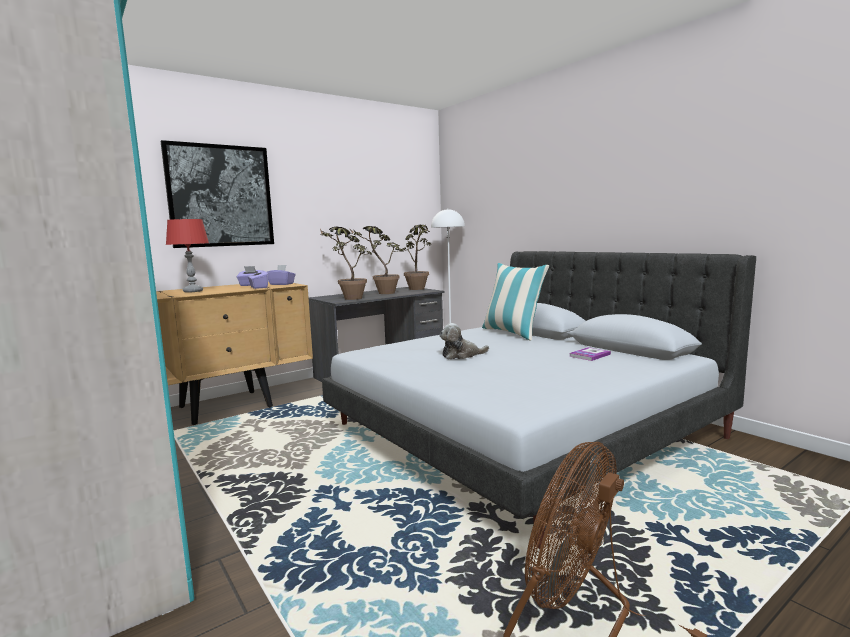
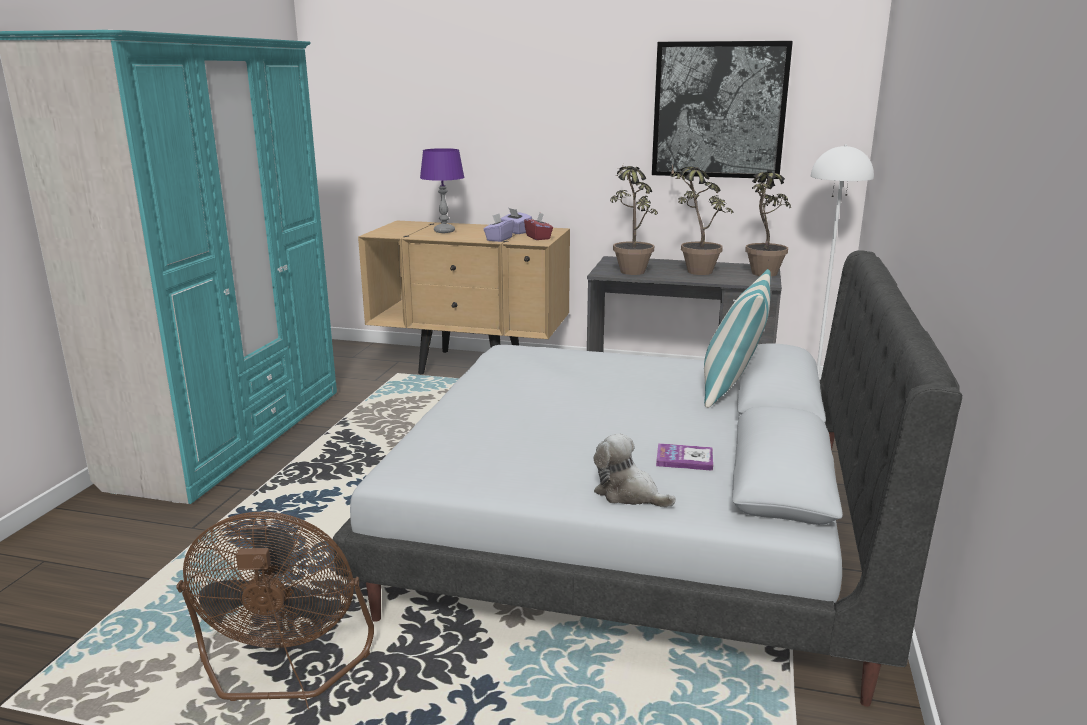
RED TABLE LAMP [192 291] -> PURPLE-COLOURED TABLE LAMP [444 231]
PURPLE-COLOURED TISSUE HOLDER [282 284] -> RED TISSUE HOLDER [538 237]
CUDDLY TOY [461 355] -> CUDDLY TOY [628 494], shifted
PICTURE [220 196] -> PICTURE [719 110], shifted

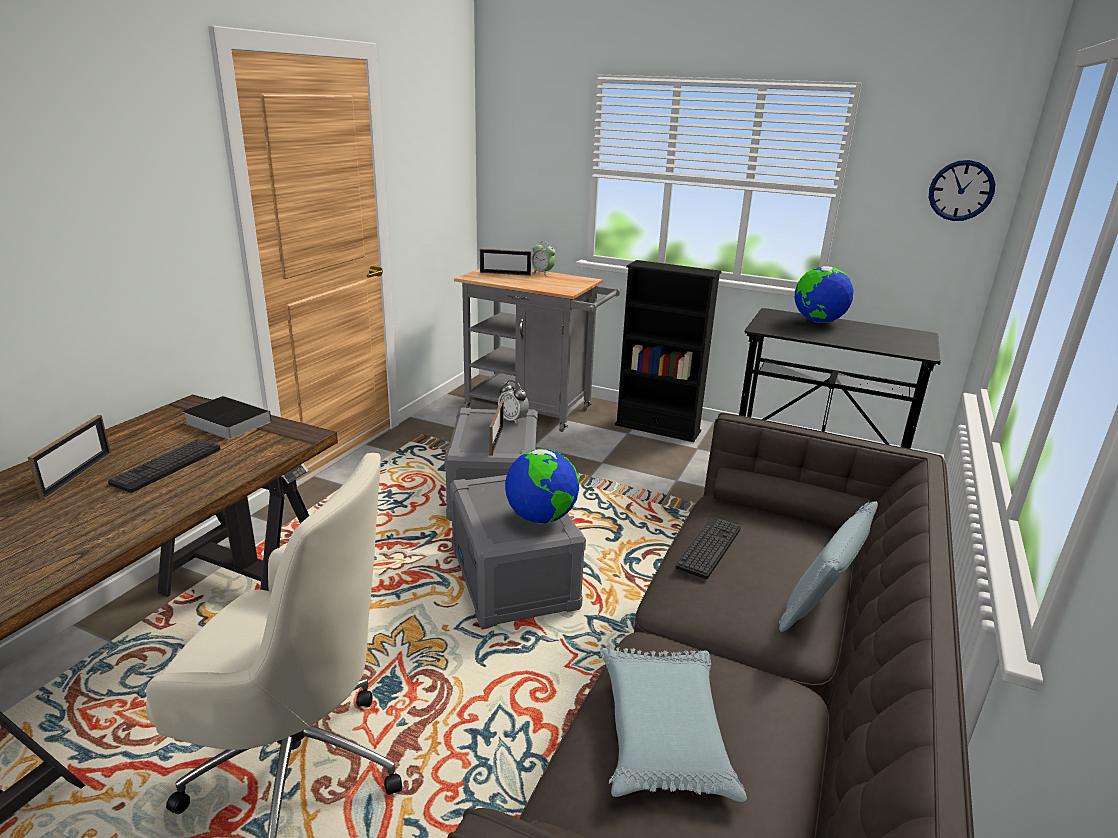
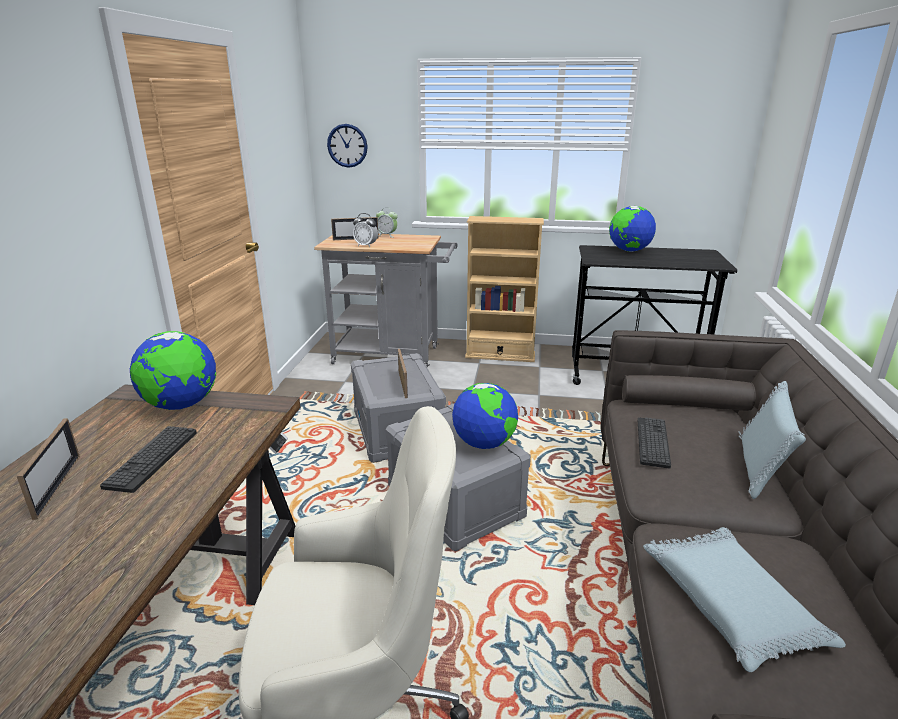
BOUND BOOK [225 422] -> WORLD GLOBE [181 405]
WALL CLOCK [961 190] -> WALL CLOCK [347 145], shifted
BEDSIDE CLOCK [513 420] -> BEDSIDE CLOCK [366 246], shifted
BLACKISH BOOKSHELF [657 428] -> BEIGE-COLOURED BOOKSHELF [500 355]

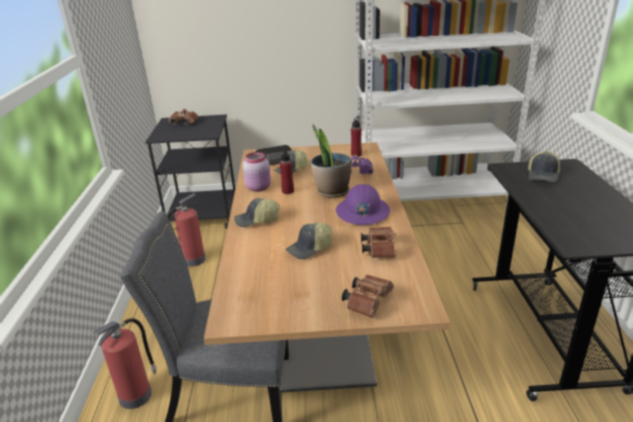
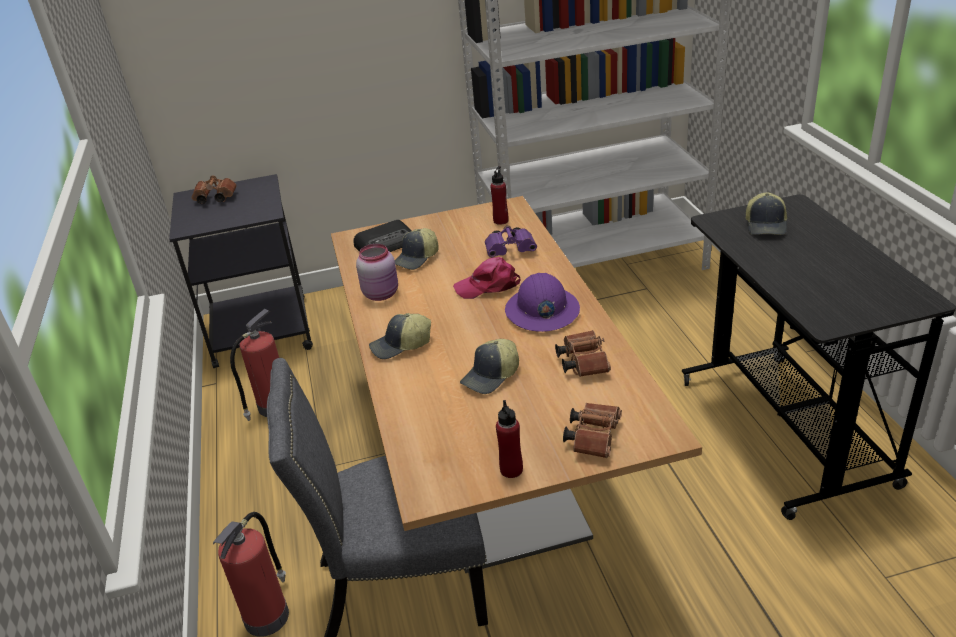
PLANT IN A POT [332 192] -> PINKISH BASEBALL CAP [488 286]
RED BEVERAGE BOTTLE [288 191] -> RED BEVERAGE BOTTLE [511 470], shifted

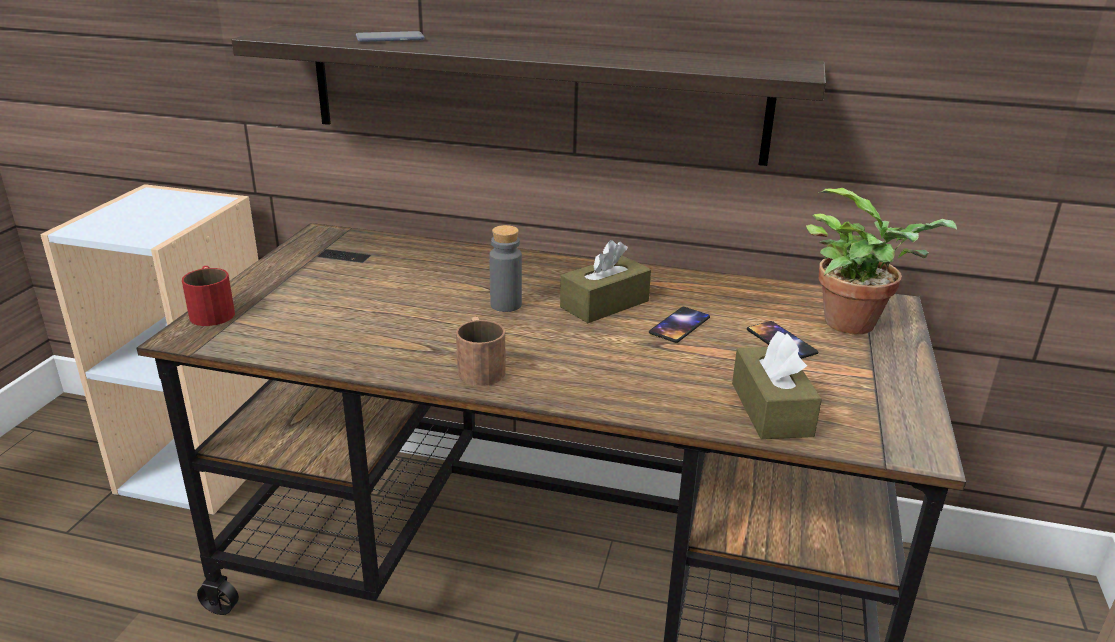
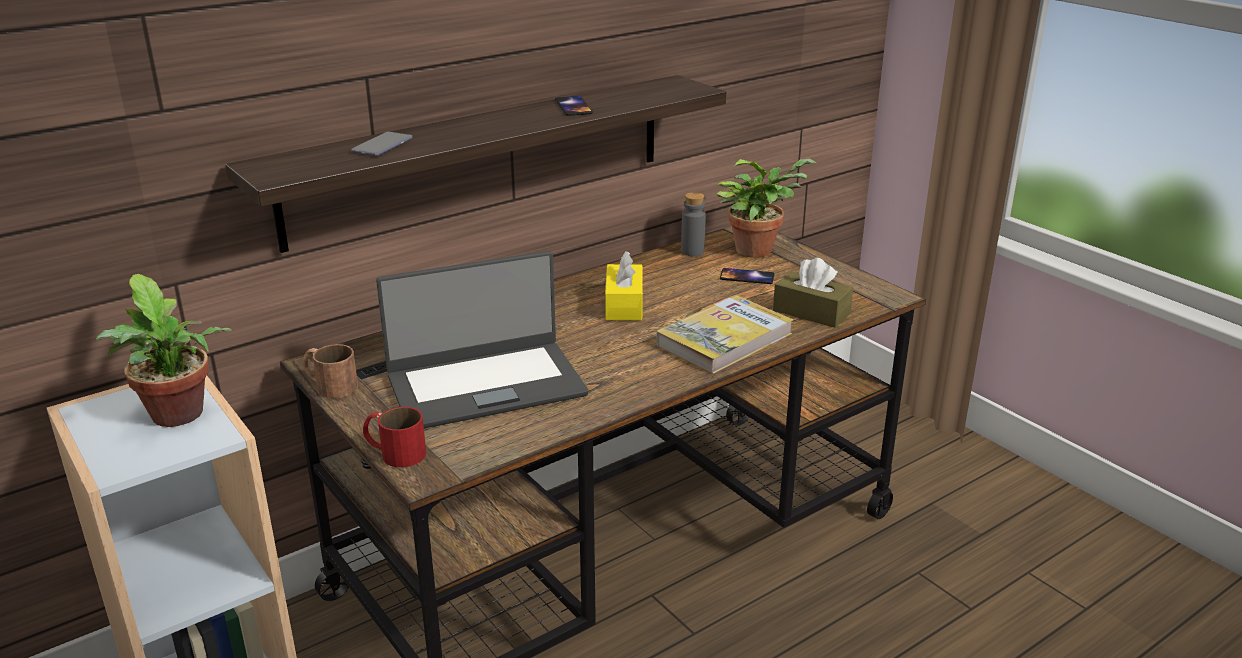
none -> PLANT IN A POT [179 417]
BROWN MUG [479 366] -> BROWN MUG [329 385], shifted
none -> PORTABLE COMPUTER [485 384]
PHONE [680 325] -> PHONE [573 106], shifted
BROWN TISSUE HOLDER [604 304] -> YELLOW-COLOURED TISSUE HOLDER [624 305]
none -> BOUND BOOK [724 339]
GRAY BEVERAGE BOTTLE [506 305] -> GRAY BEVERAGE BOTTLE [692 251], shifted

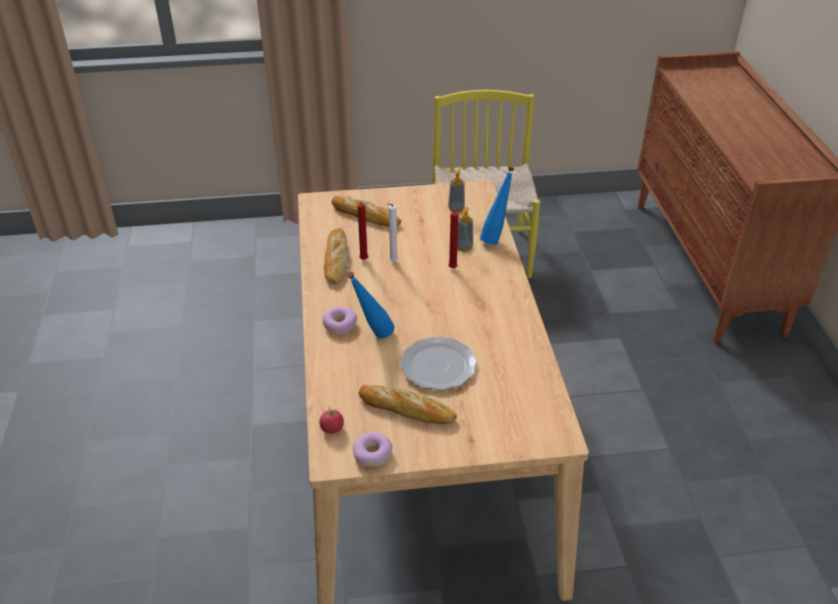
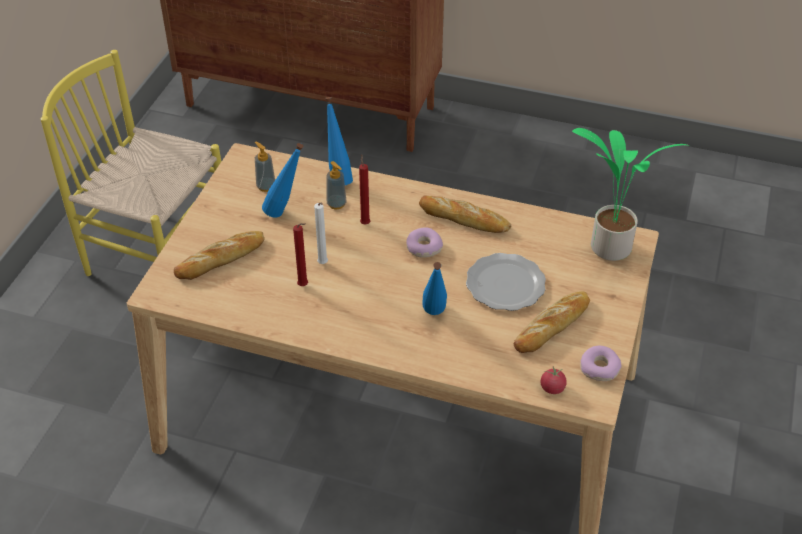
none -> BLUE-COLOURED BEVERAGE BOTTLE [285 212]
DOUGHNUT [339 325] -> DOUGHNUT [423 247], shifted
BAKED BREAD [336 260] -> BAKED BREAD [464 219], shifted
none -> PLANT IN A POT [608 249]

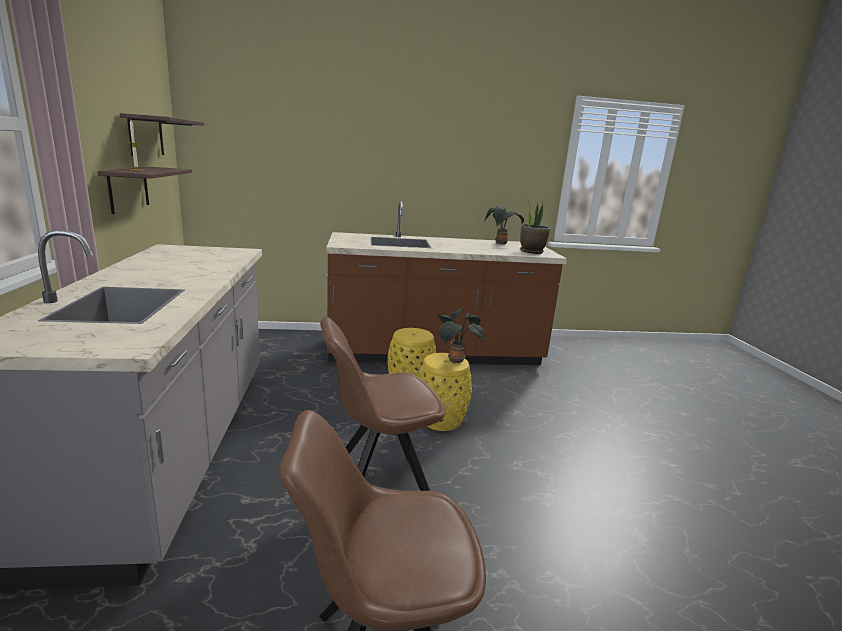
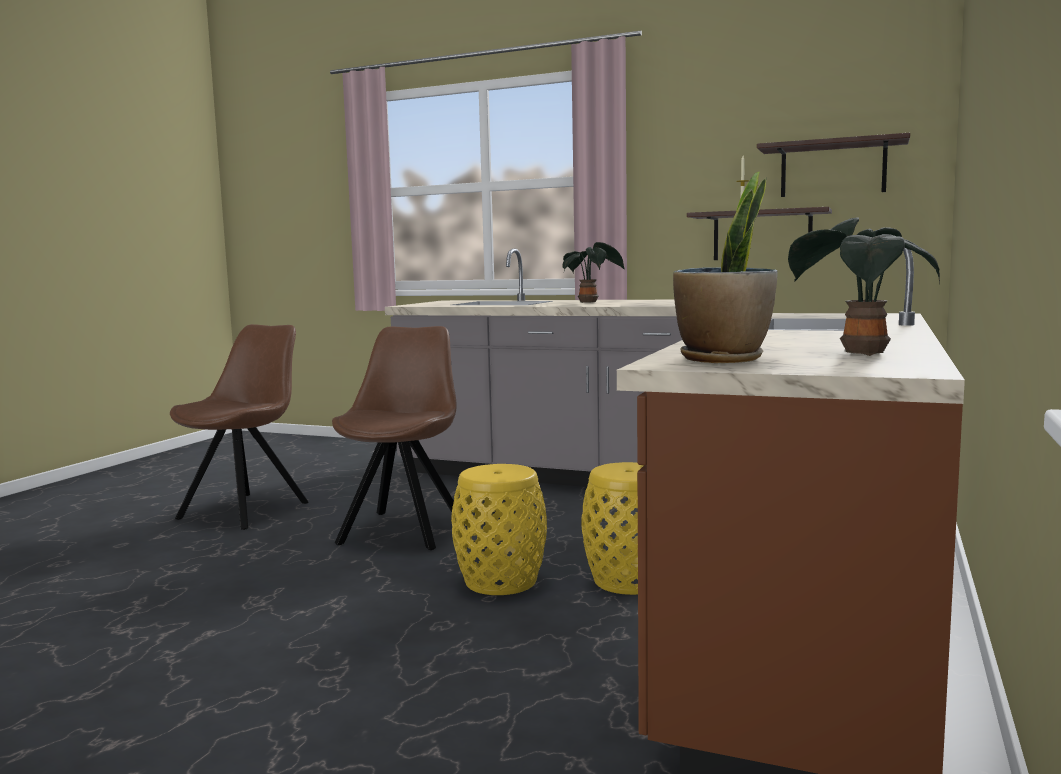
PLANT IN A POT [454 360] -> PLANT IN A POT [590 302], shifted

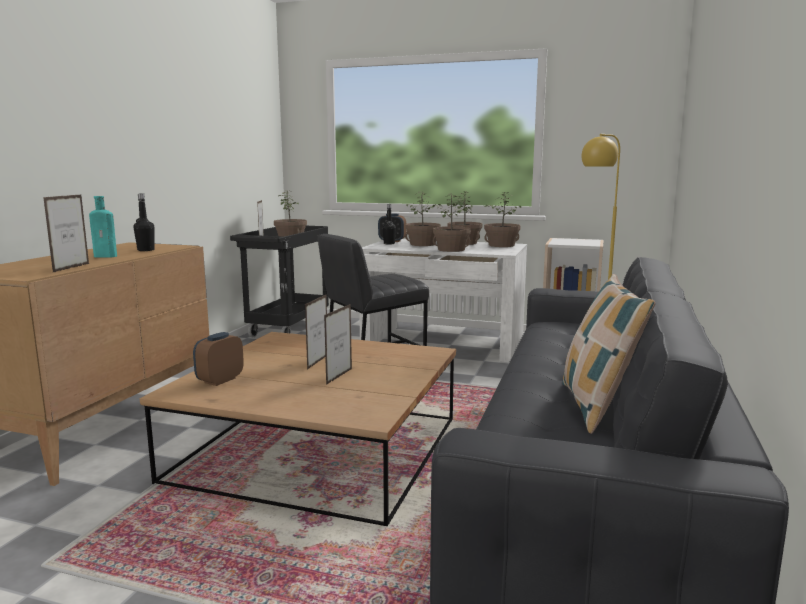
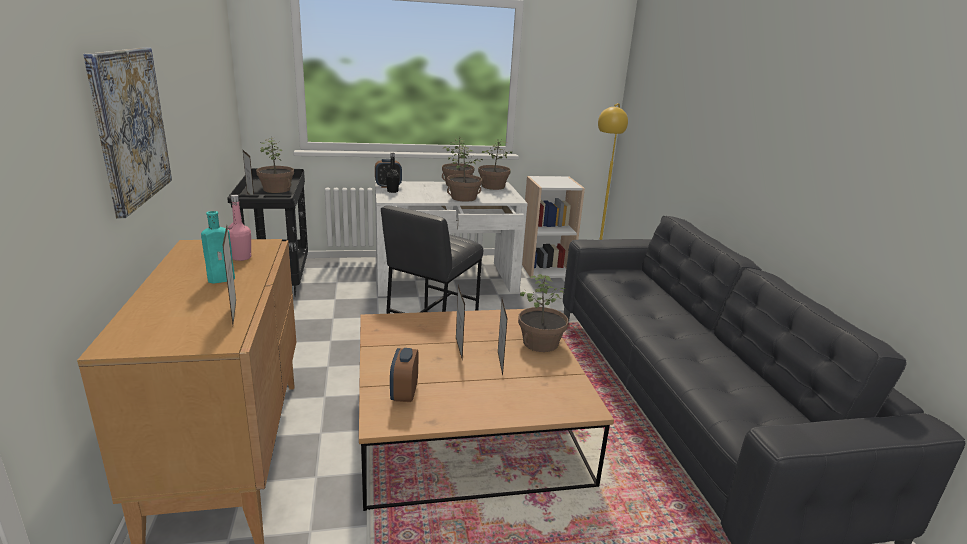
none -> PICTURE [130 127]
BLACKISH BEVERAGE BOTTLE [146 250] -> PINKISH BEVERAGE BOTTLE [241 257]
PLANT IN A POT [422 244] -> PLANT IN A POT [541 343], shifted
PILLOW [597 407] -> none

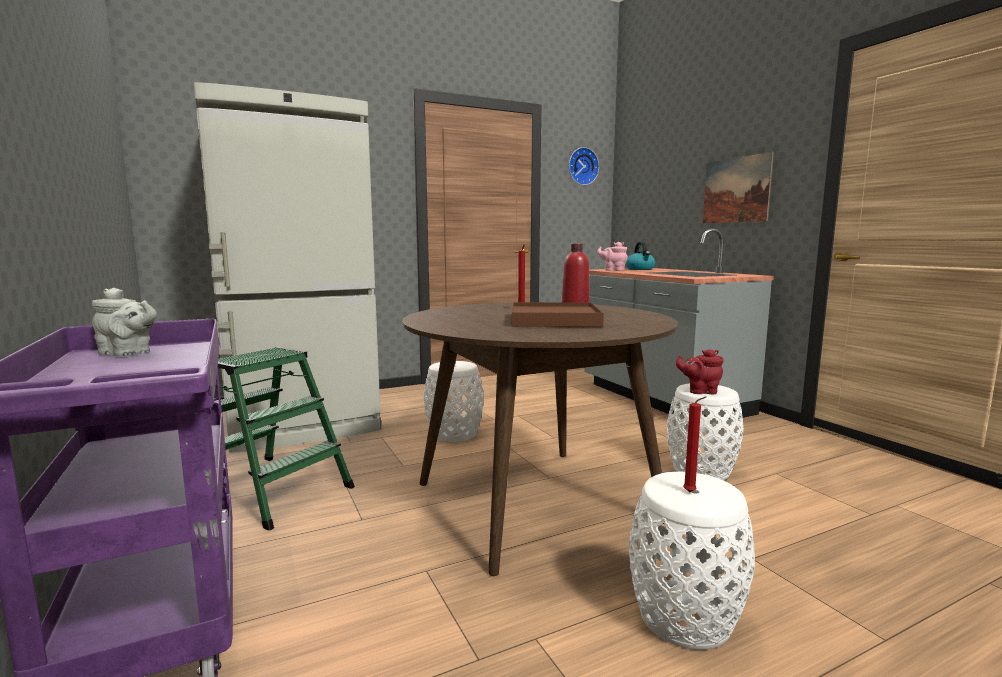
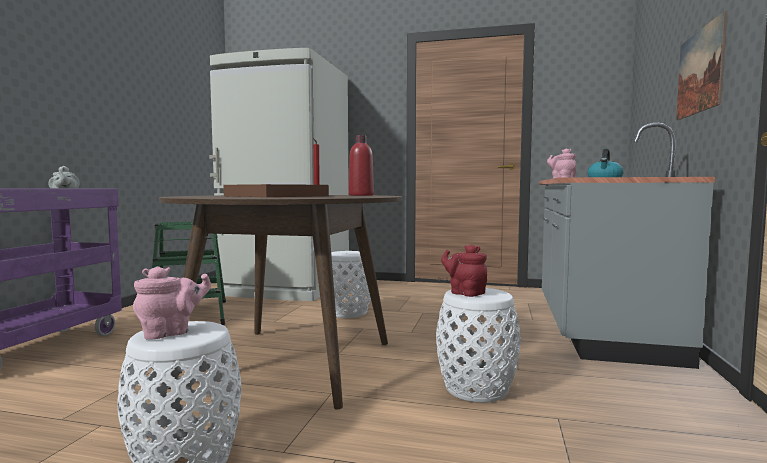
RED CANDLE [691 493] -> PINKISH POT FOR TEA [171 333]
WALL CLOCK [582 166] -> none

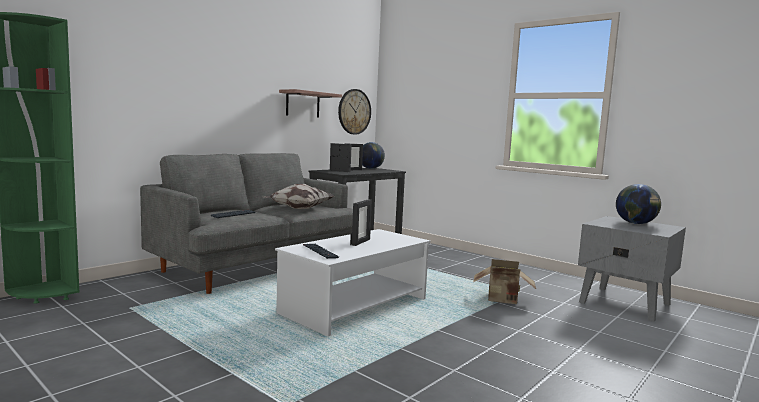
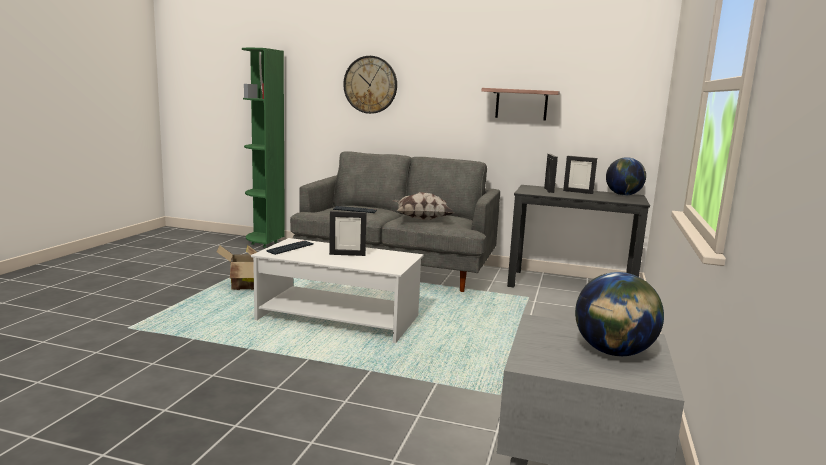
CARTON [503 300] -> CARTON [243 286], shifted
WALL CLOCK [354 111] -> WALL CLOCK [370 85], shifted

